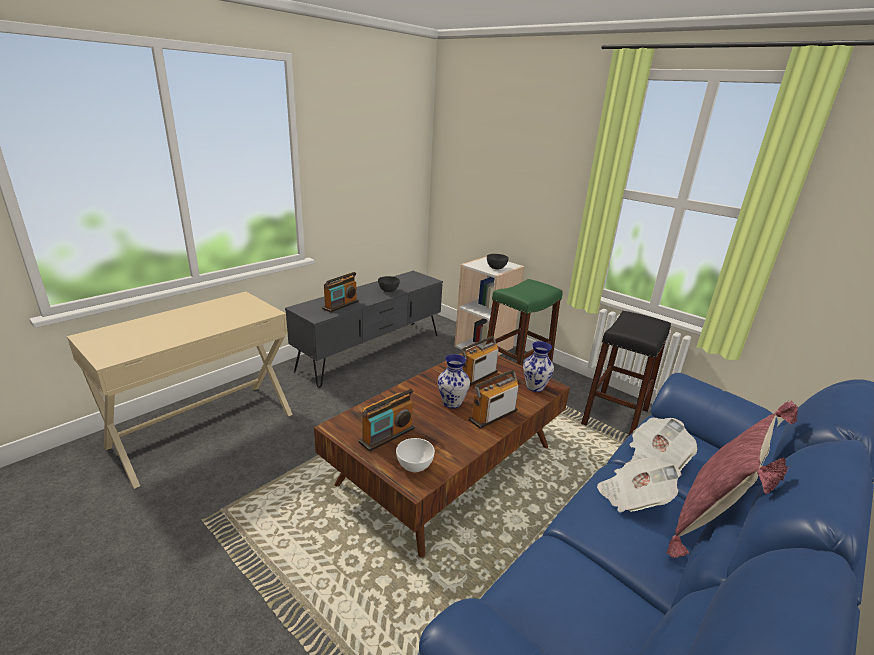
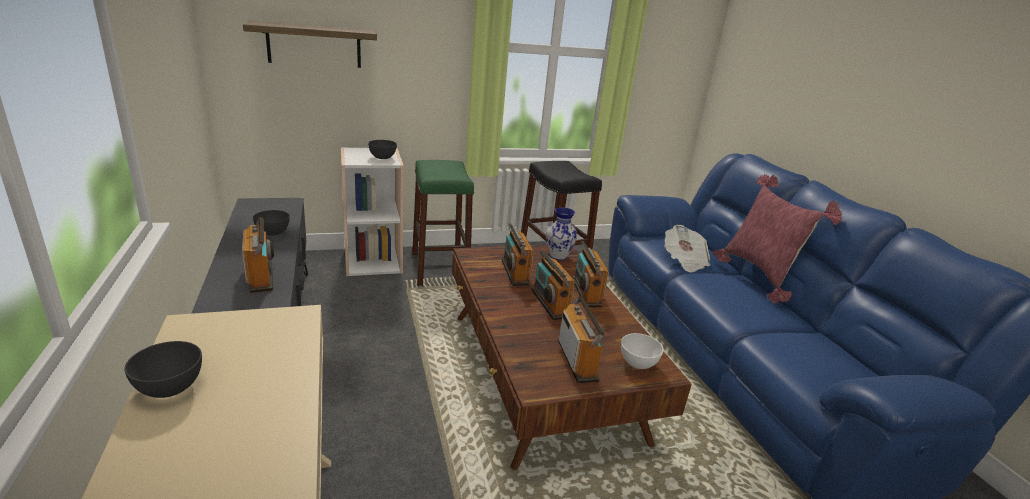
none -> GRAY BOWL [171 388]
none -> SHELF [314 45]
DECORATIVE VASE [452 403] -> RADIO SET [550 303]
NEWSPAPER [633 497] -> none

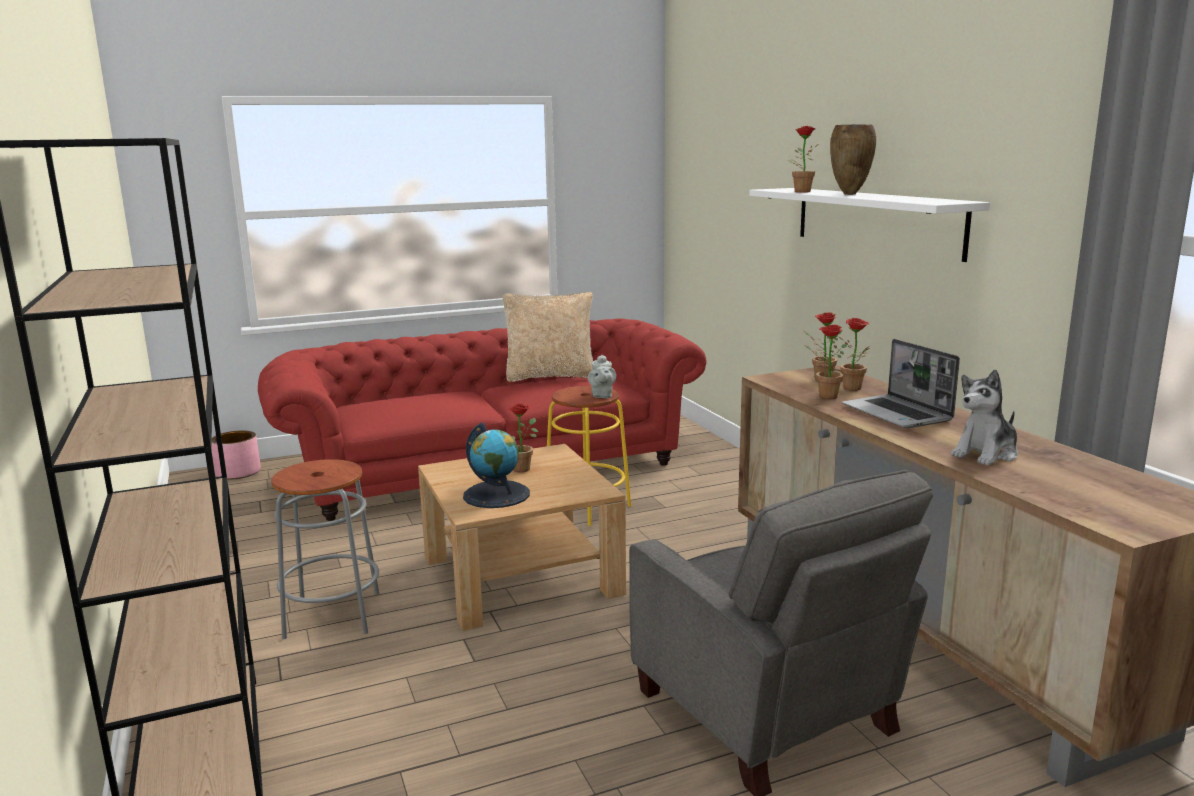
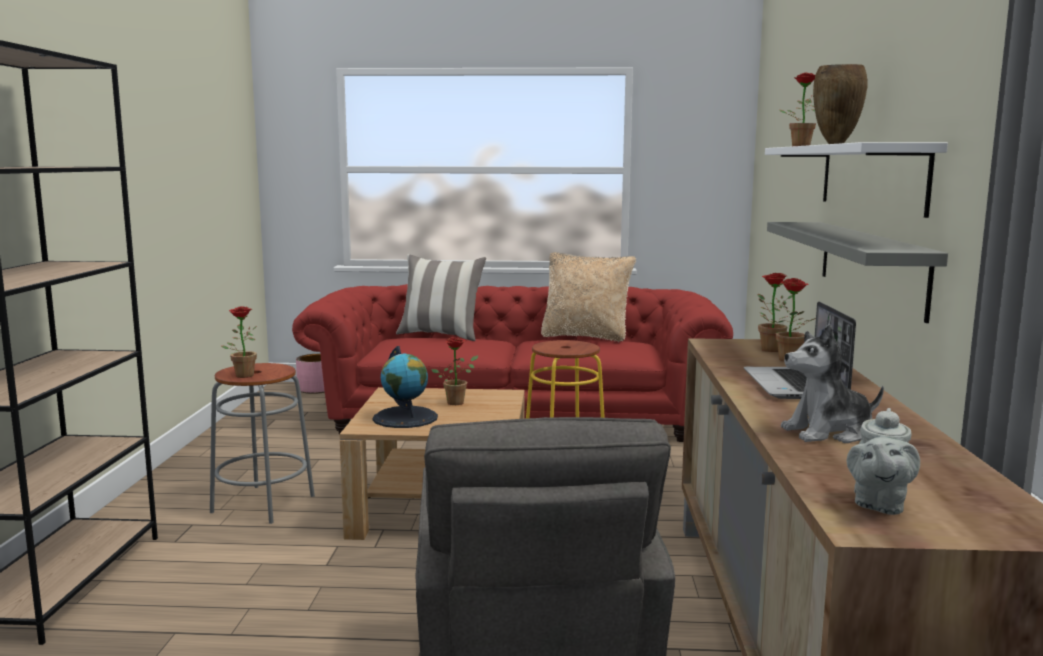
PLANT IN A POT [824 396] -> PLANT IN A POT [243 375], shifted
none -> PILLOW [441 335]
none -> GRAY SHELF [870 265]
GRAY POT FOR TEA [602 395] -> GRAY POT FOR TEA [878 504], shifted

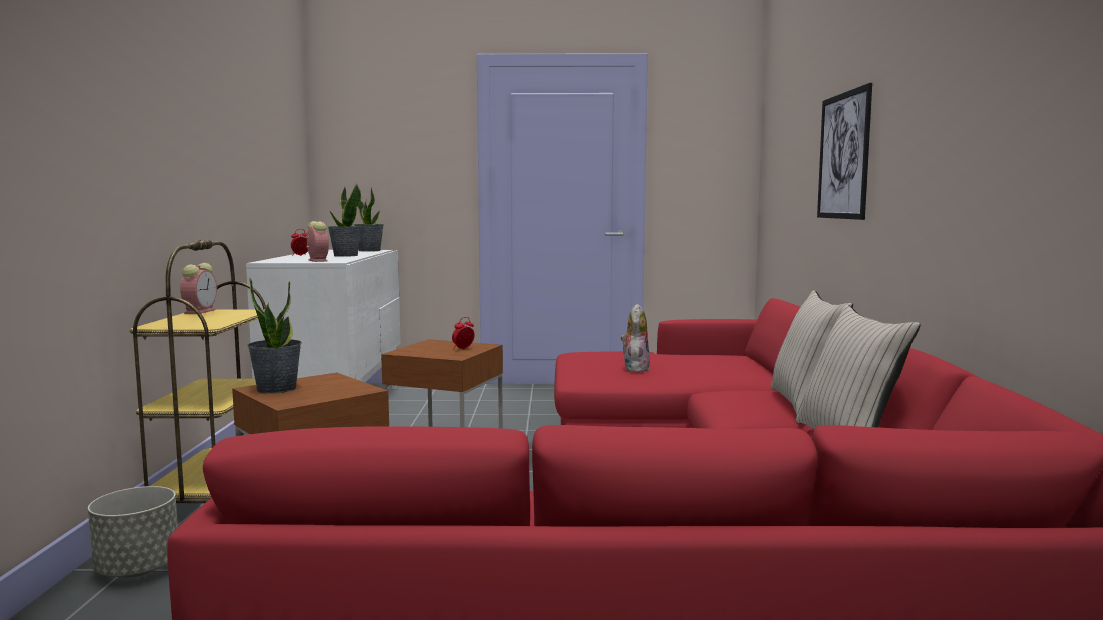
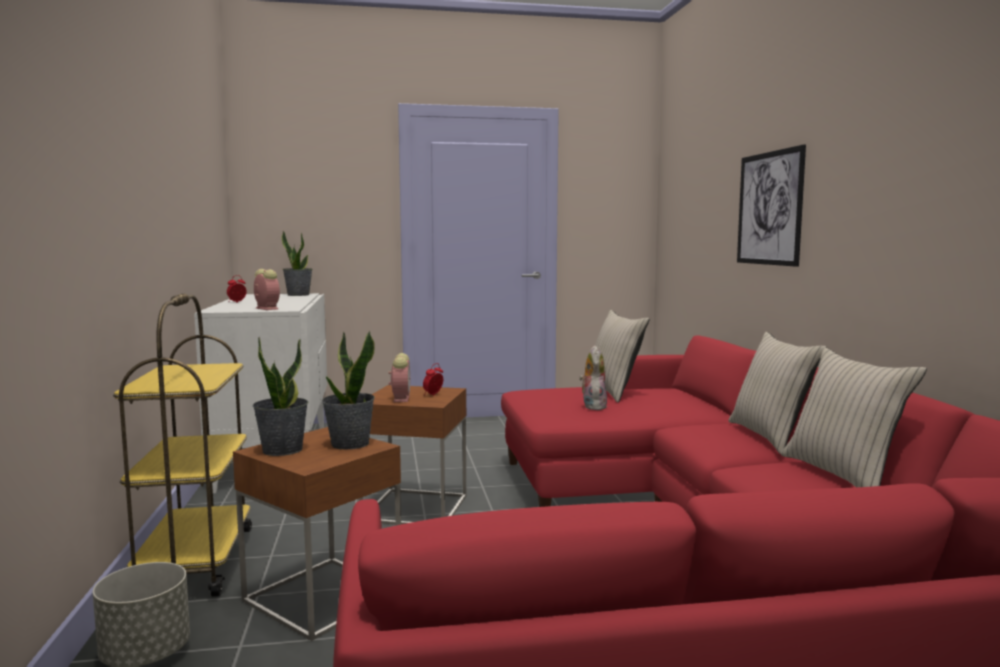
PLANT IN A POT [345 255] -> PLANT IN A POT [350 444], shifted
BEDSIDE CLOCK [200 311] -> BEDSIDE CLOCK [401 398], shifted
none -> BEIGE-COLOURED PILLOW [613 392]

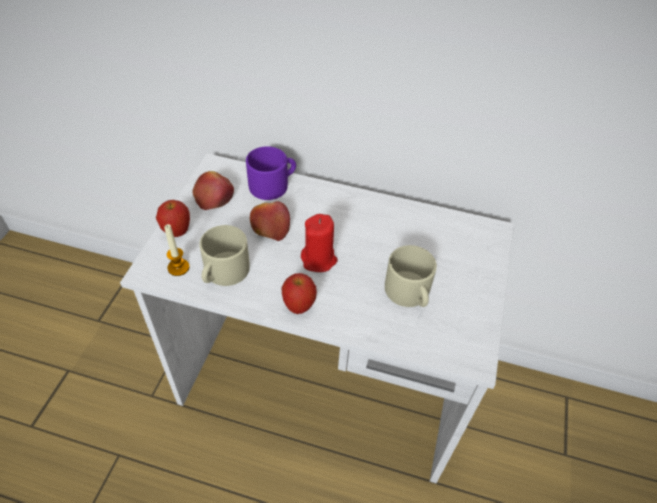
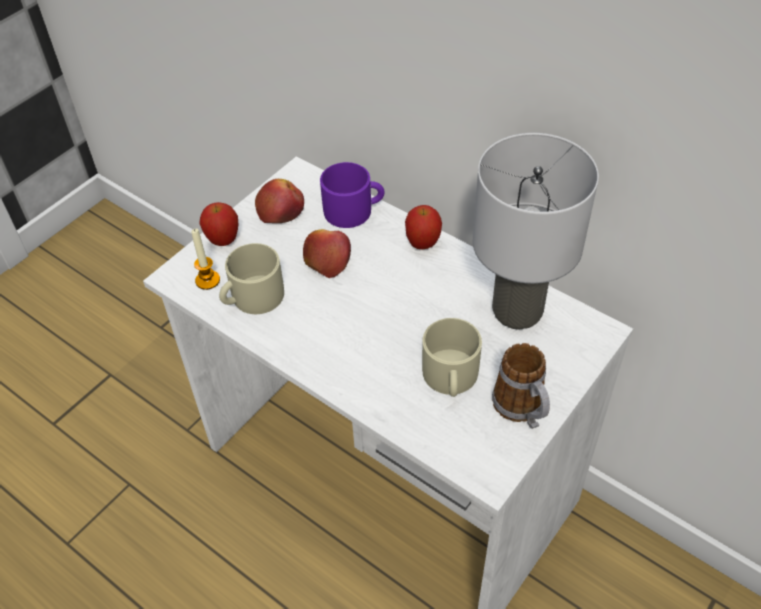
APPLE FRUIT [299 306] -> APPLE FRUIT [422 244], shifted
none -> WHITE TABLE LAMP [520 313]
none -> MUG [522 410]
RED CANDLE [319 259] -> none

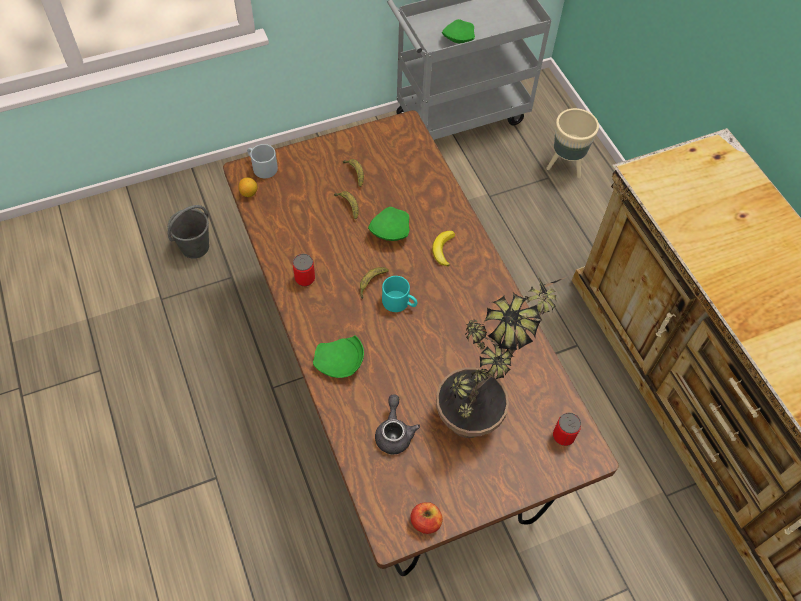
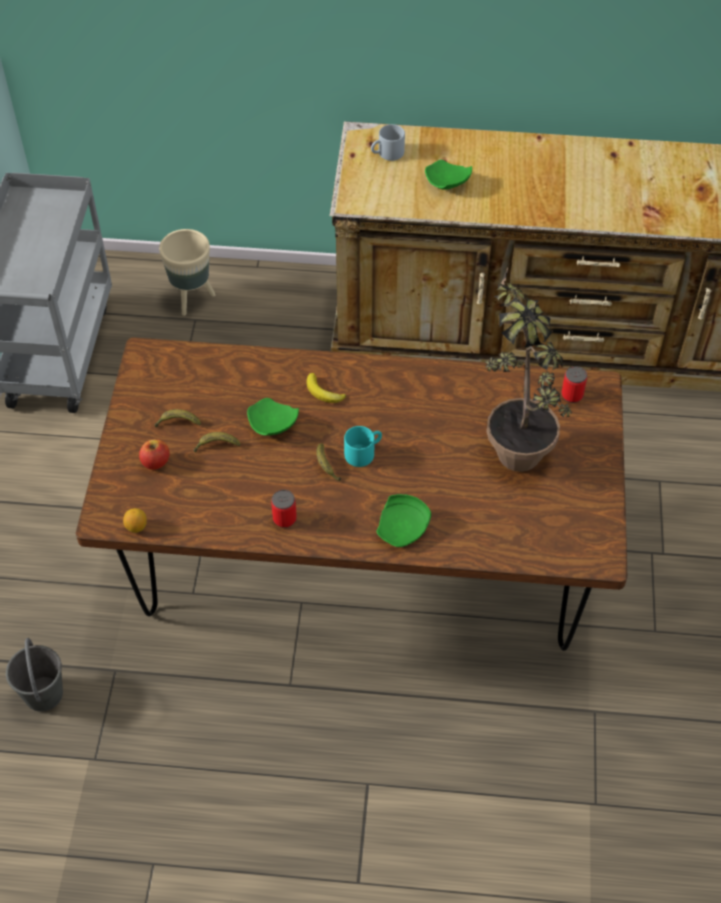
APPLE FRUIT [425 522] -> APPLE FRUIT [155 462], shifted
GRAY MUG [261 167] -> GRAY MUG [387 154], shifted
GREEN FLAT DISH [458 38] -> GREEN FLAT DISH [447 183], shifted
GRAY POT FOR TEA [394 432] -> none

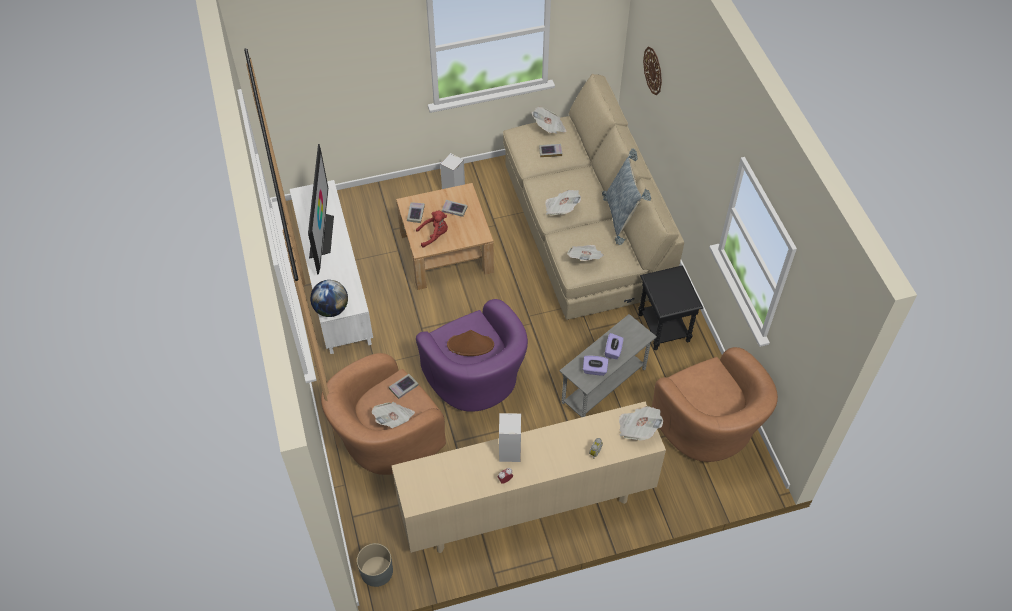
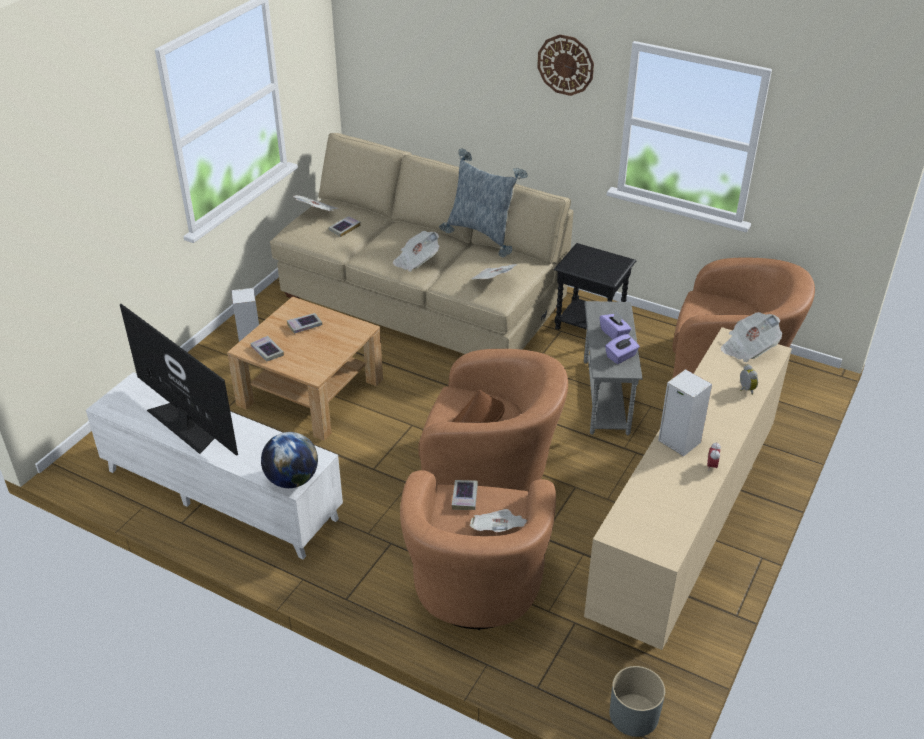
PURPLE-COLOURED EASY CHAIR [475 382] -> BROWN EASY CHAIR [490 474]
WALL CLOCK [653 70] -> WALL CLOCK [565 65], shifted
RED CUDDLY TOY [434 235] -> none

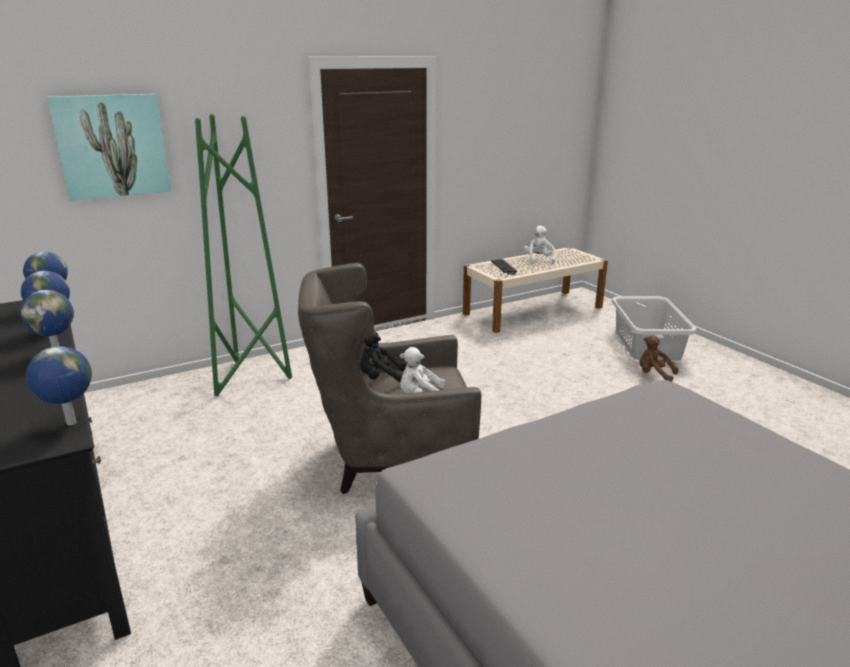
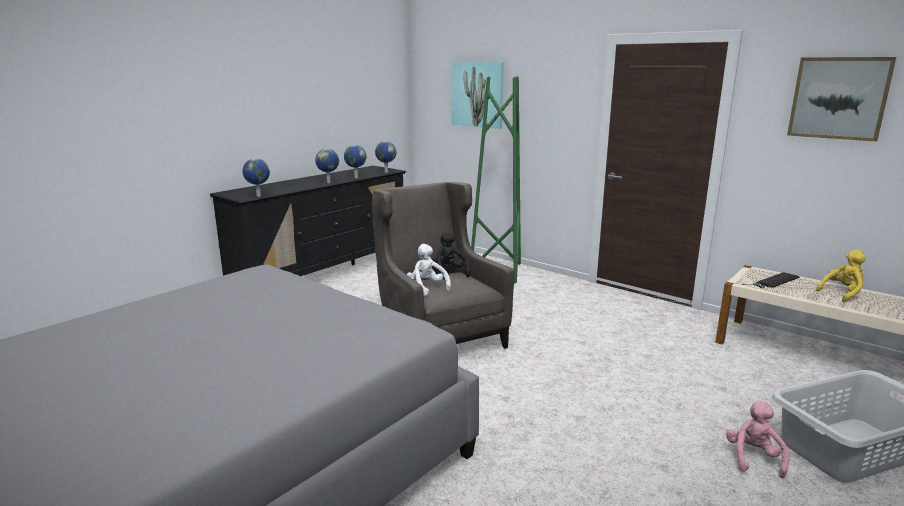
BROWN CUDDLY TOY [654 375] -> PINKISH CUDDLY TOY [753 458]
none -> PICTURE [839 98]
WHITE CUDDLY TOY [538 260] -> YELLOW-COLOURED CUDDLY TOY [842 293]

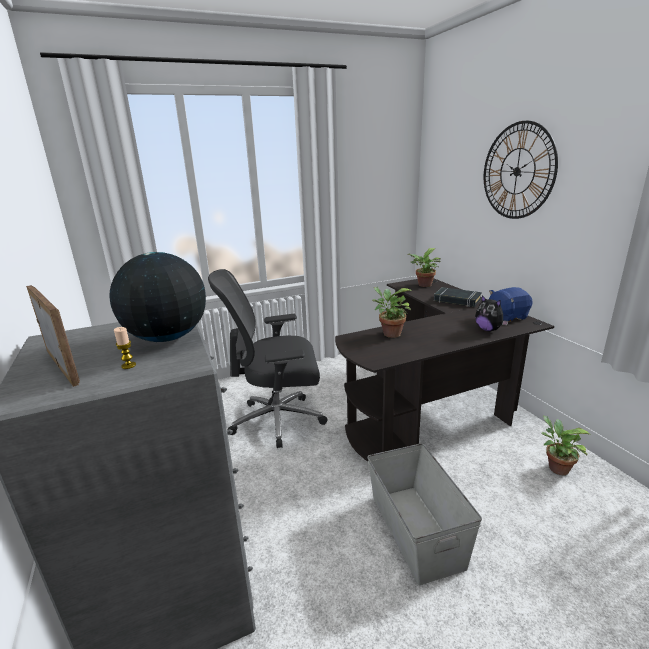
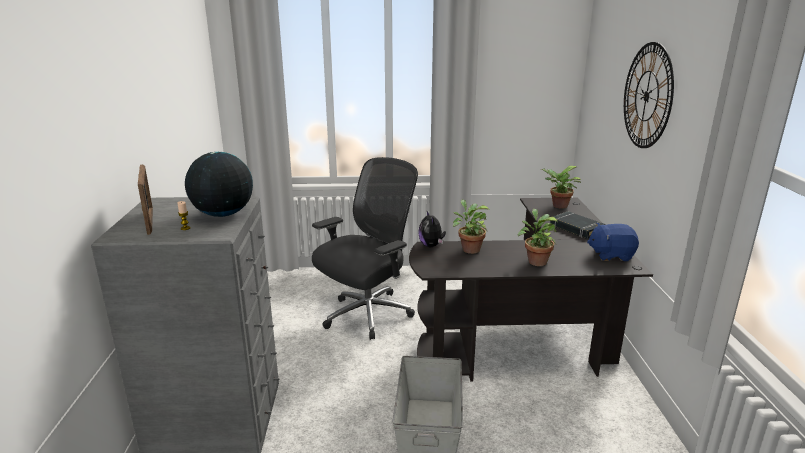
COMPUTER CHAIR [279 420] -> COMPUTER CHAIR [367 315], 120 degrees clockwise
CUDDLY TOY [488 329] -> CUDDLY TOY [431 246], shifted
PLANT IN A POT [555 467] -> PLANT IN A POT [535 261], shifted

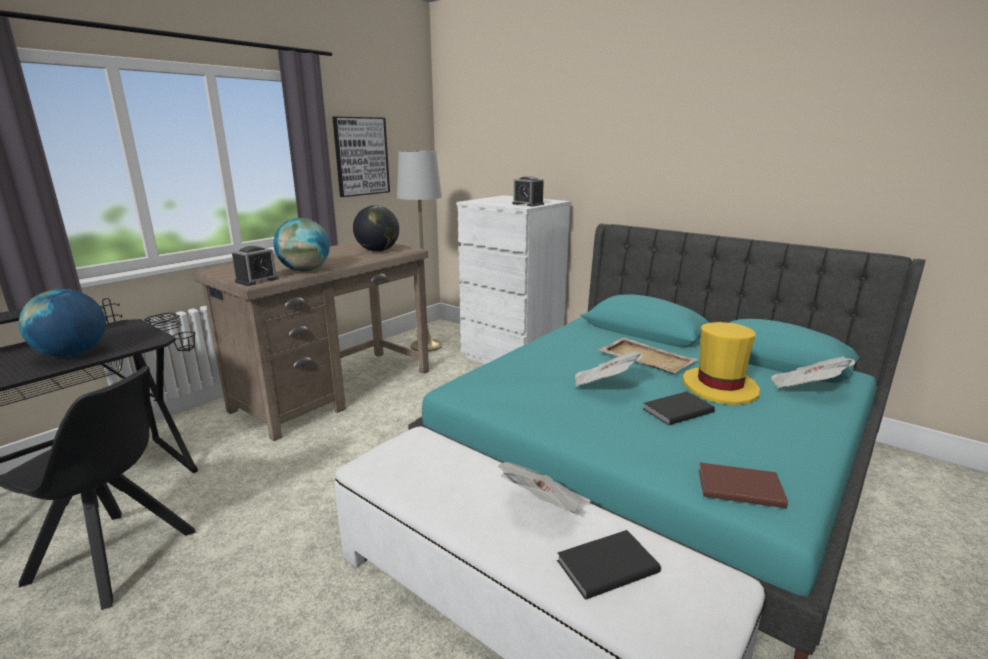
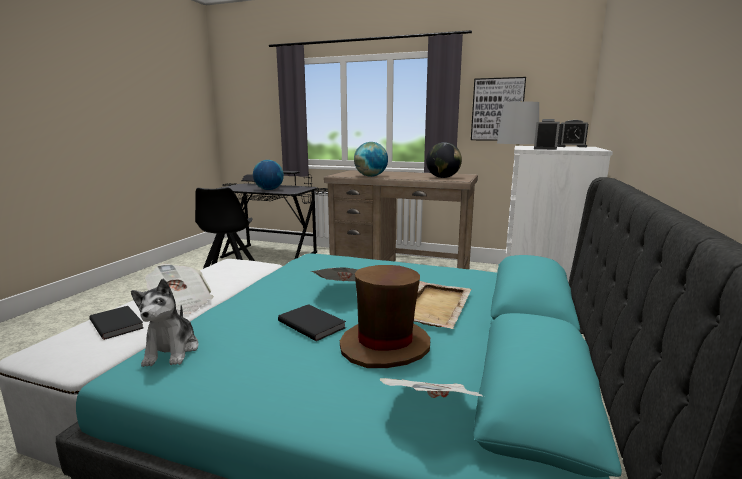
BROWN BOUND BOOK [738 486] -> CUDDLY TOY [171 351]
YELLOW-COLOURED HAT [720 387] -> BROWN HAT [385 345]
BEDSIDE CLOCK [257 280] -> BEDSIDE CLOCK [571 146], shifted

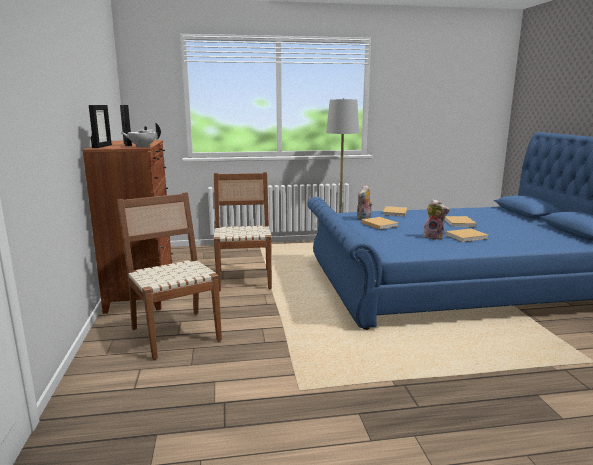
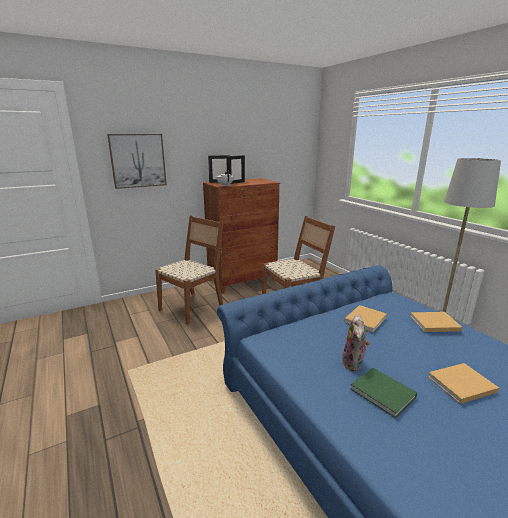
none -> PICTURE [138 160]
BEIGE-COLOURED BOUND BOOK [467 236] -> GREEN BOUND BOOK [384 394]
CUDDLY TOY [364 218] -> none

